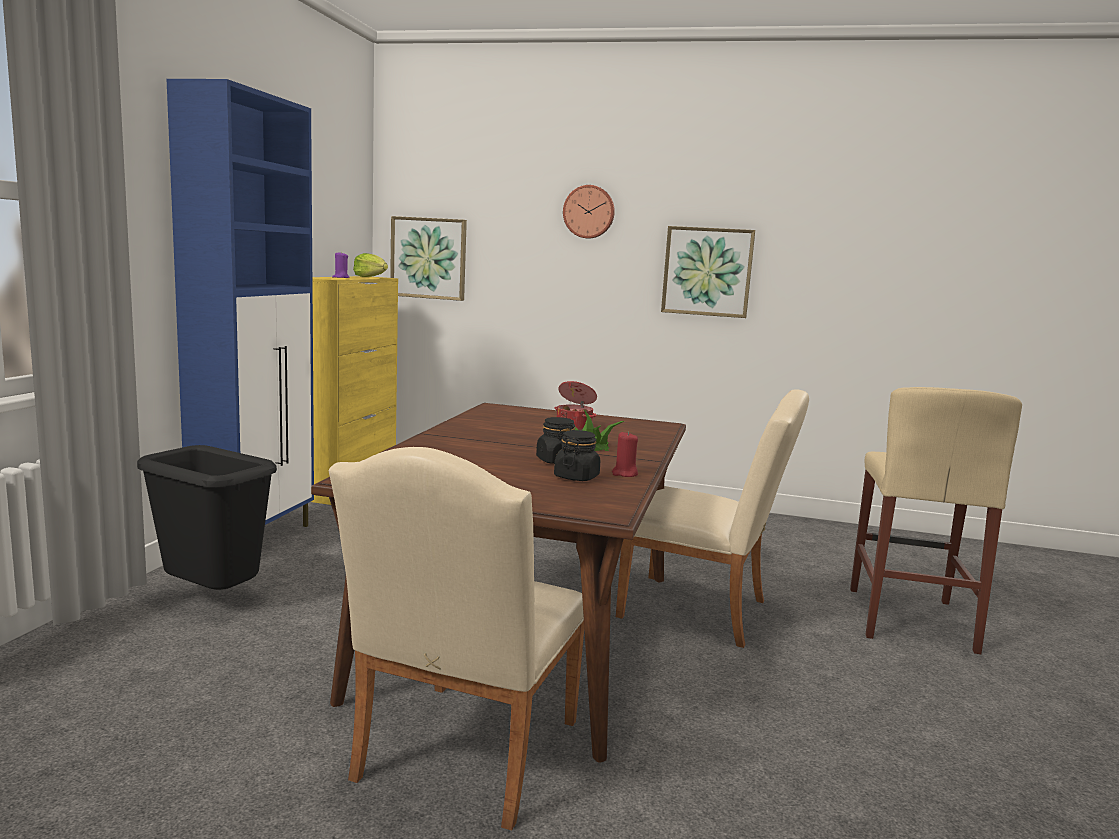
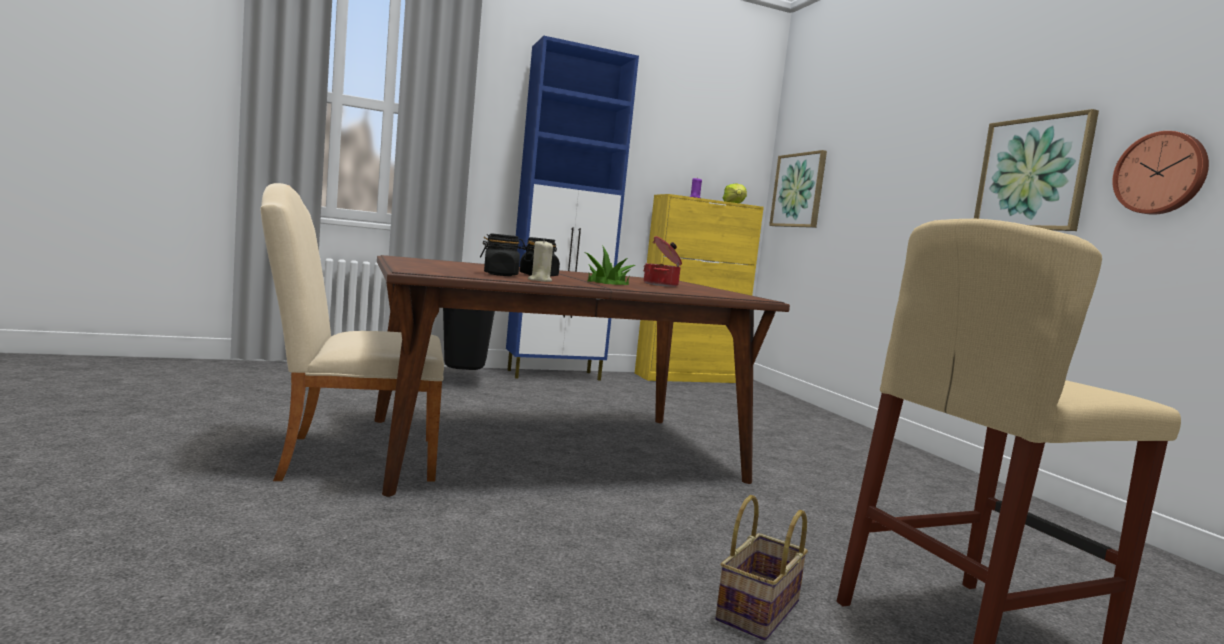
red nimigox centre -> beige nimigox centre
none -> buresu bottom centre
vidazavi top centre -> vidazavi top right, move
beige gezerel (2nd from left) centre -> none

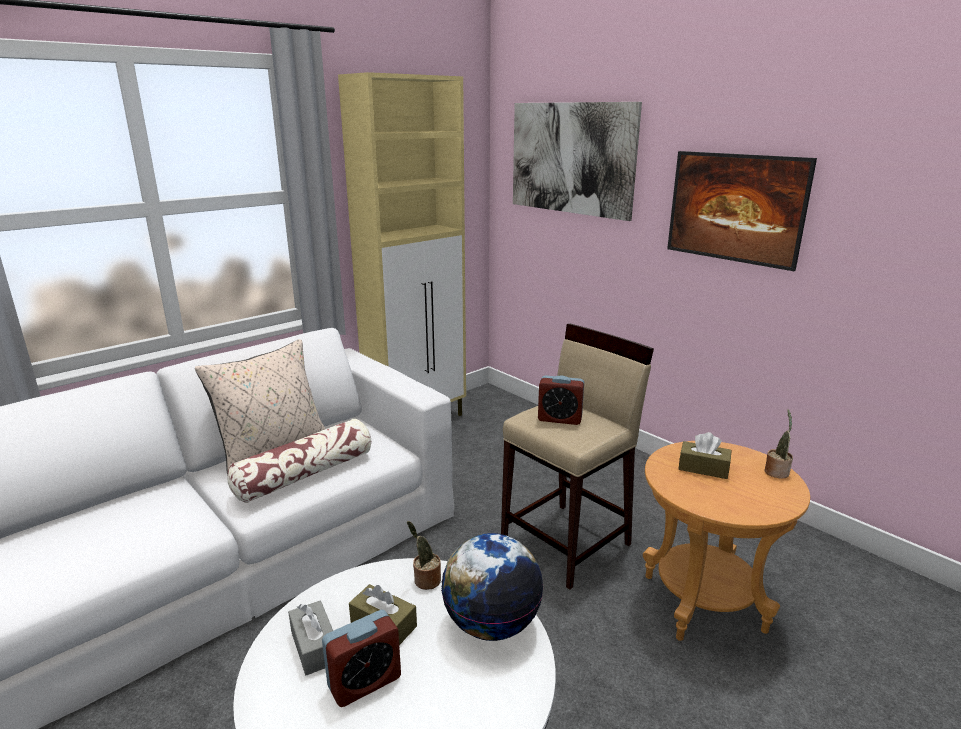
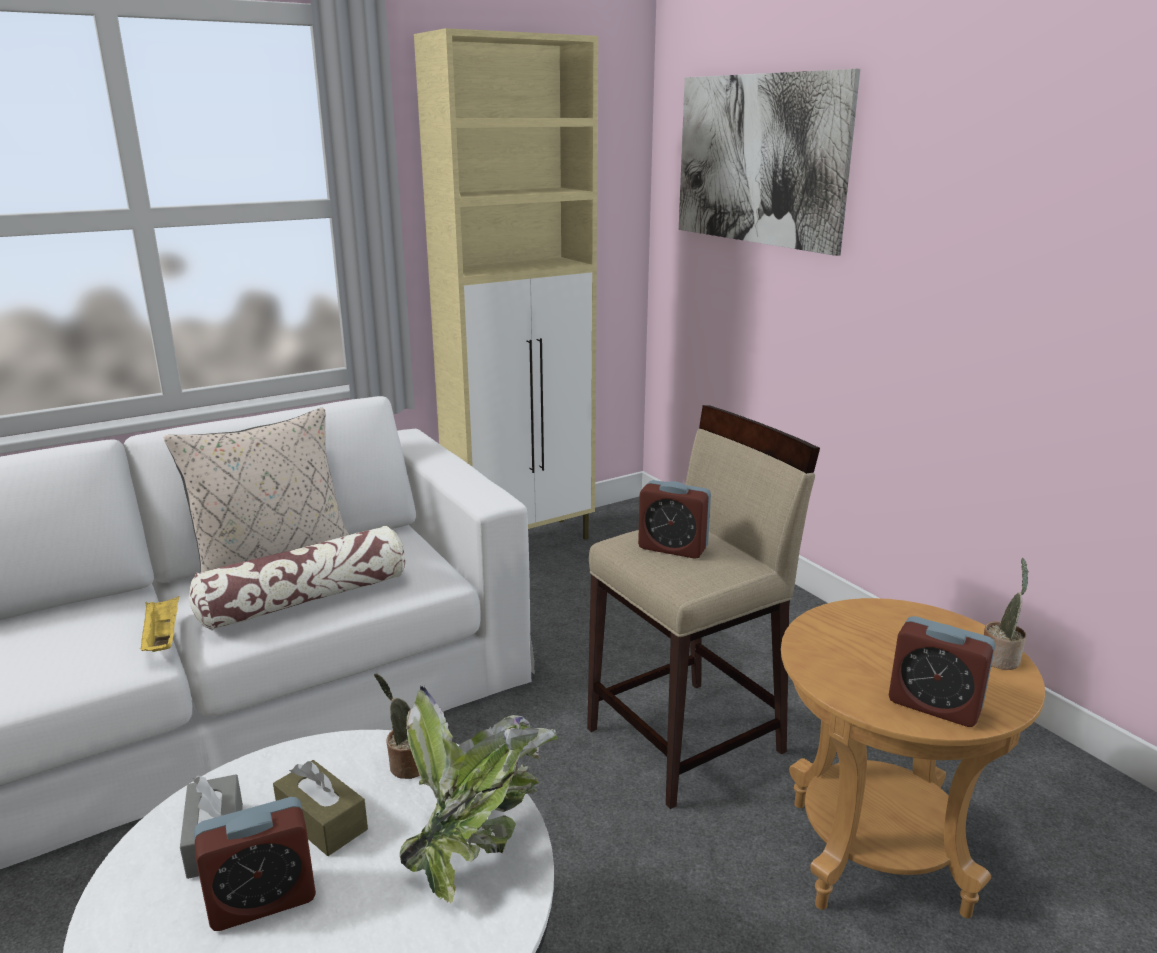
none -> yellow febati middle left
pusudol bottom centre -> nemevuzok (2nd from left) bottom centre
none -> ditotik (3rd from left) bottom right
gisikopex (2nd from left) top right -> none
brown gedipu (2nd from left) middle right -> none

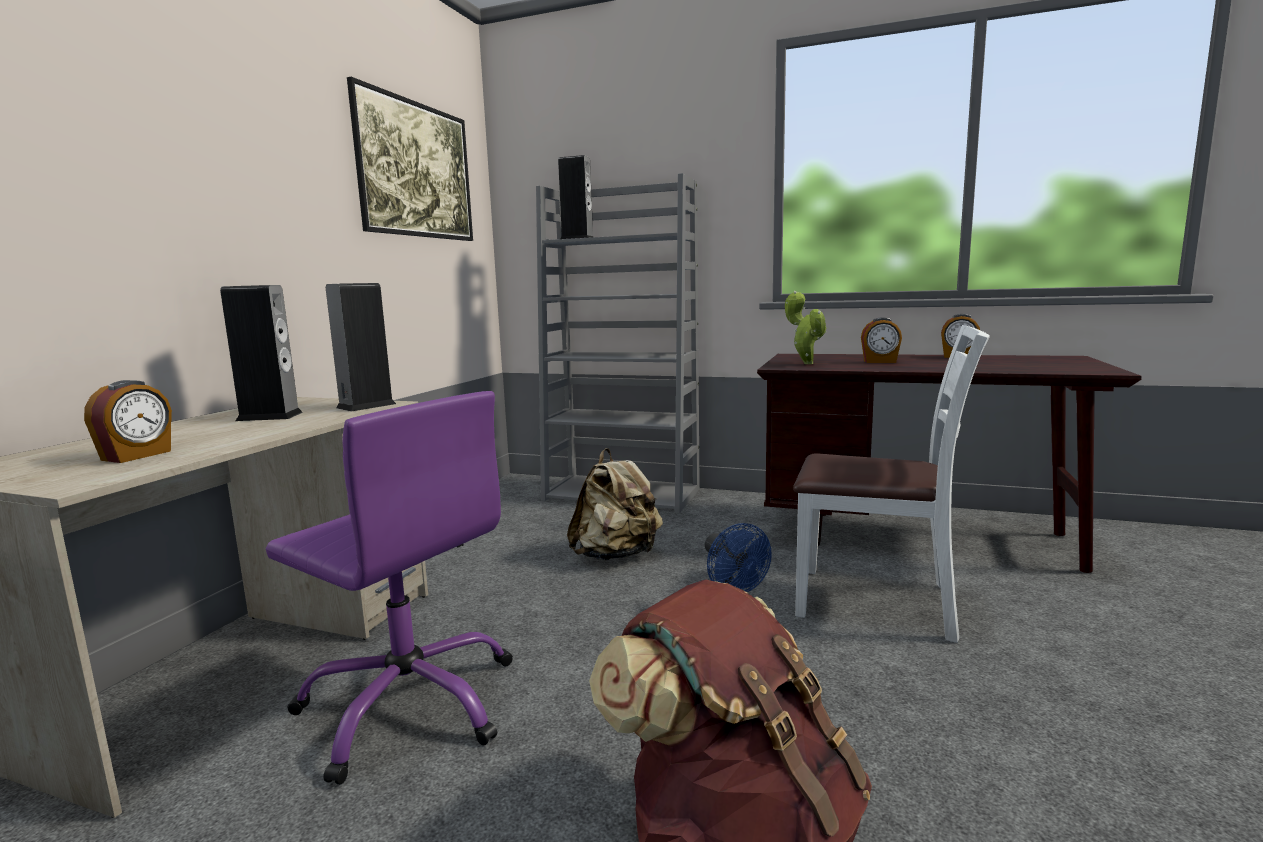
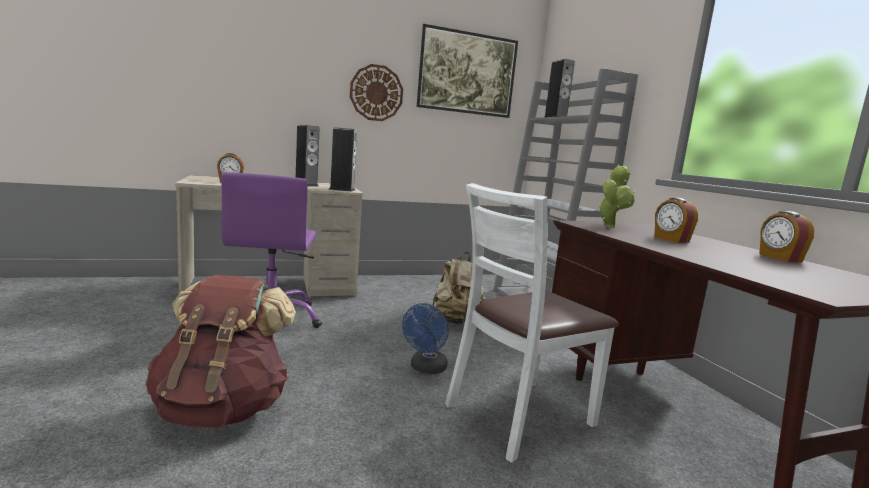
none -> vidazavi top centre
white gezerel middle right -> white gezerel centre, 75 degrees clockwise

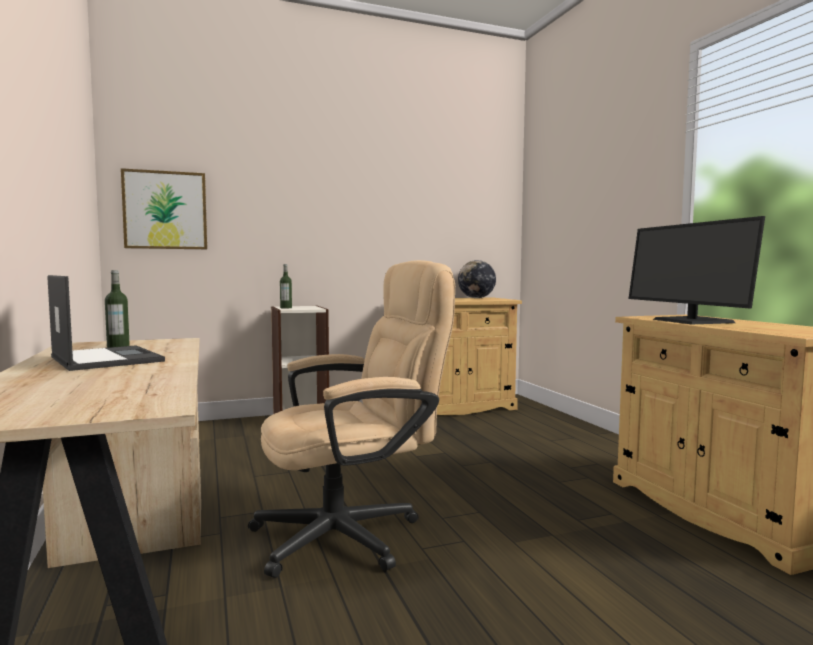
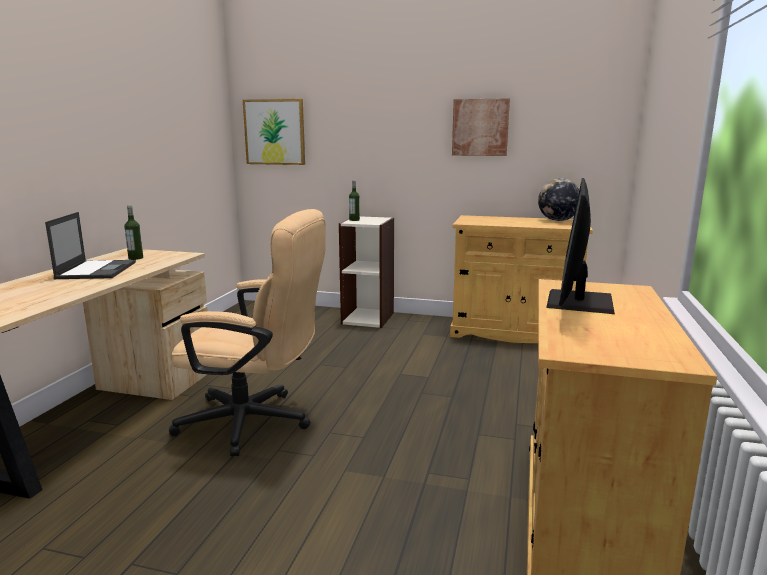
none -> gisikopex (2nd from left) top centre

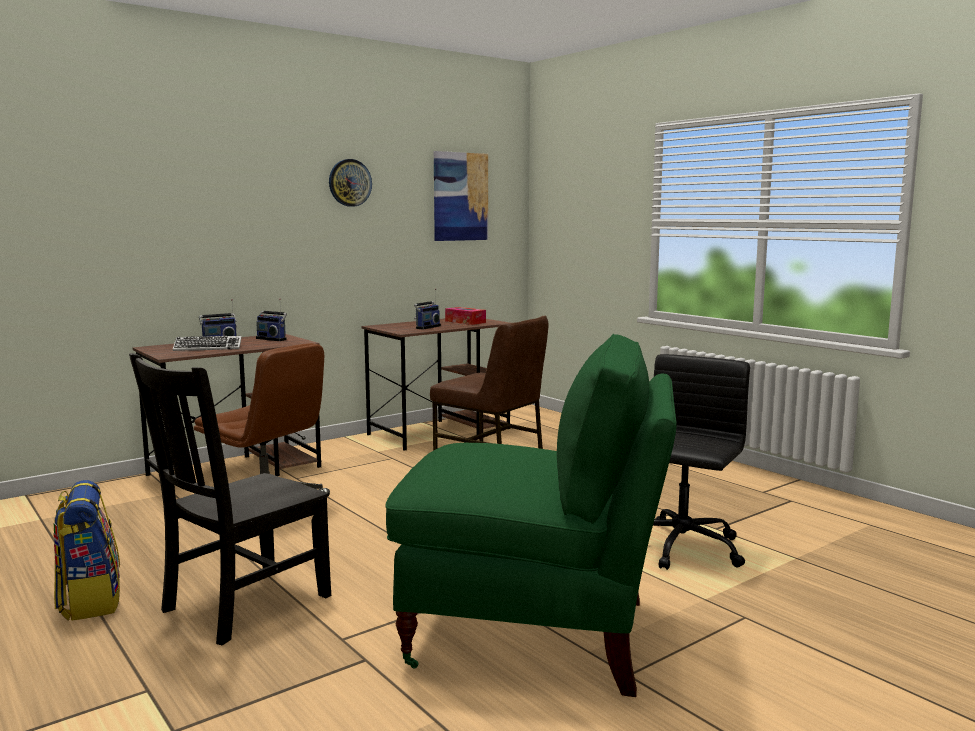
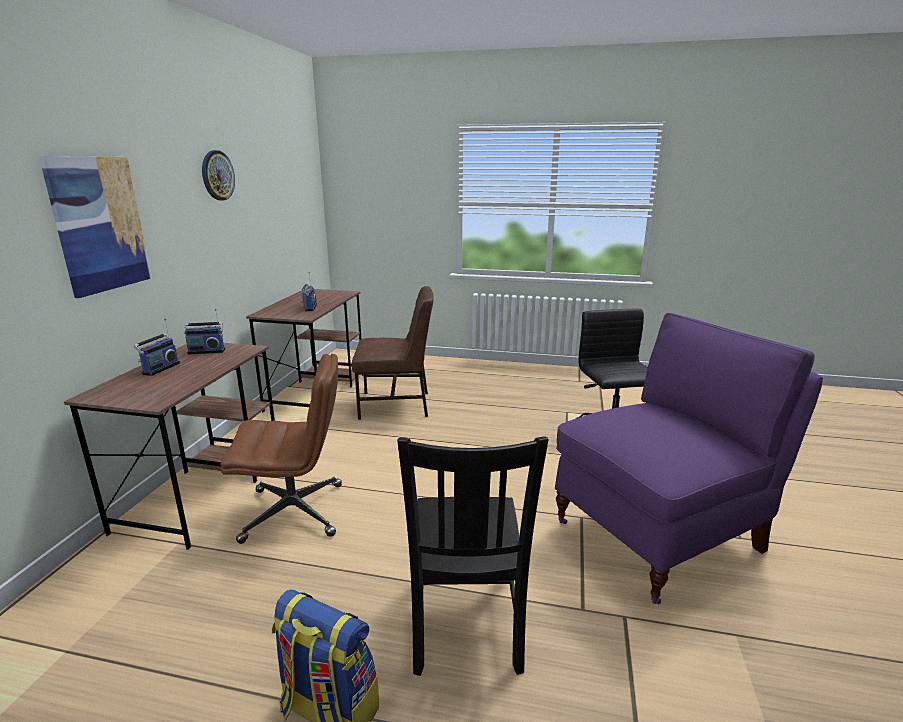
gisikopex top centre -> gisikopex top left, move
green gezerel bottom centre -> purple gezerel middle right
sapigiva middle left -> none
gedipu centre -> none

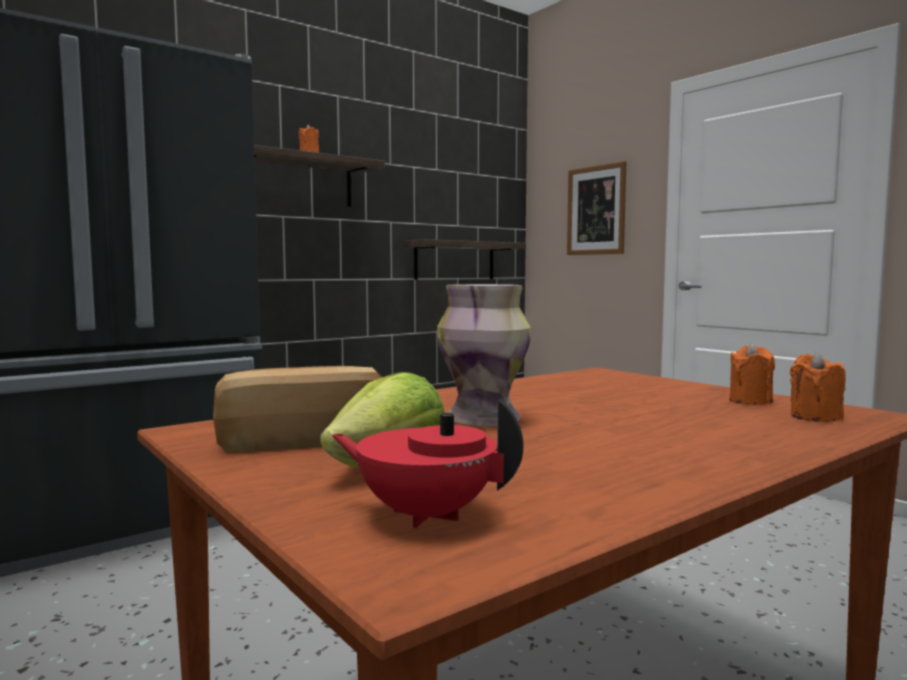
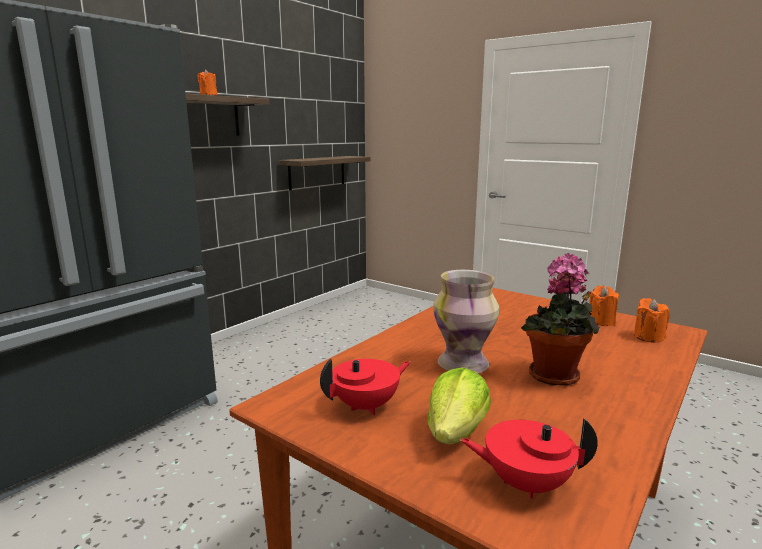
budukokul middle left -> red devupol (1st from left) bottom centre
none -> nemevuzok middle right
gisikopex top centre -> none

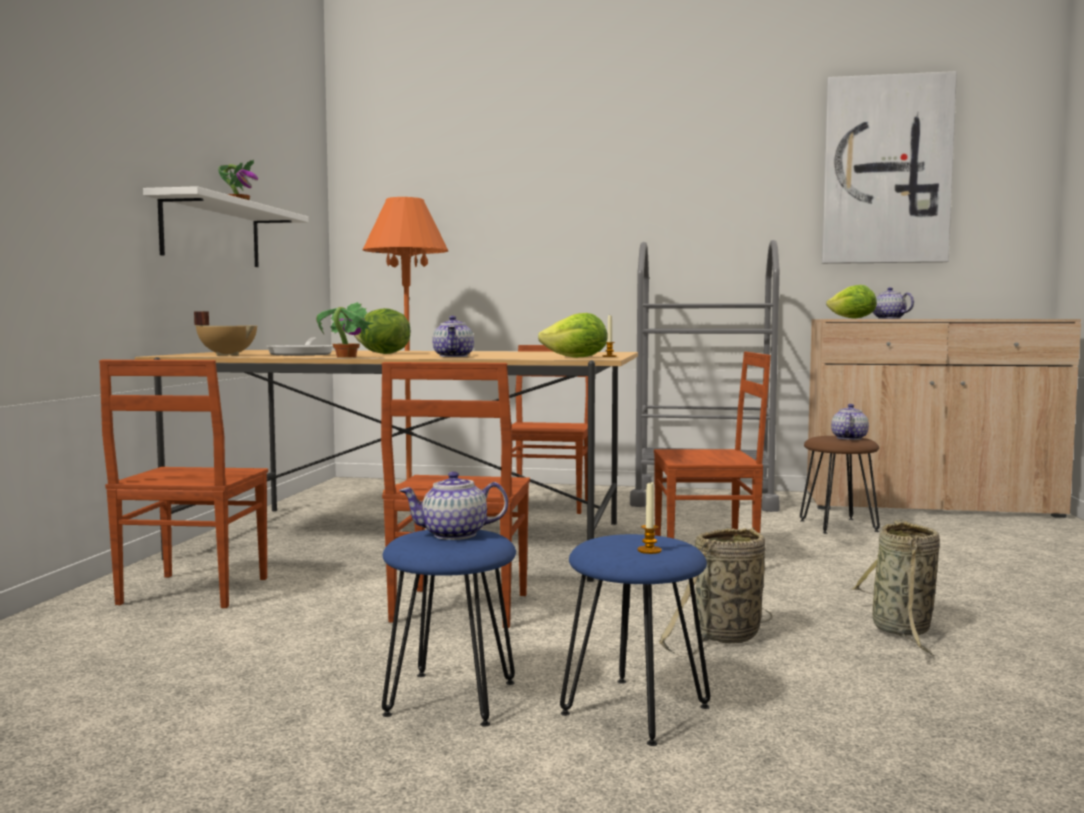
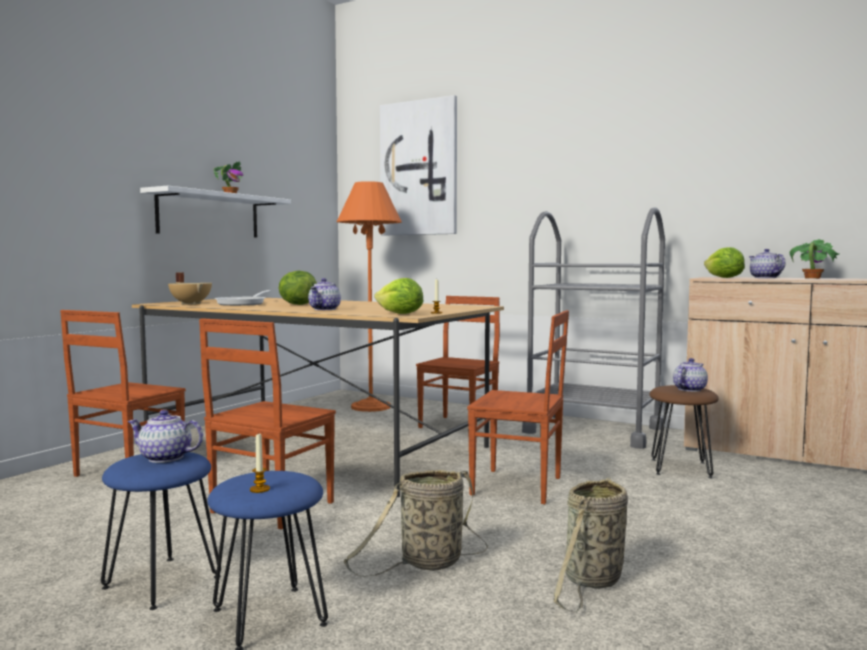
gisikopex top right -> gisikopex top centre, move
nemevuzok (2nd from left) middle left -> nemevuzok (2nd from left) middle right, move

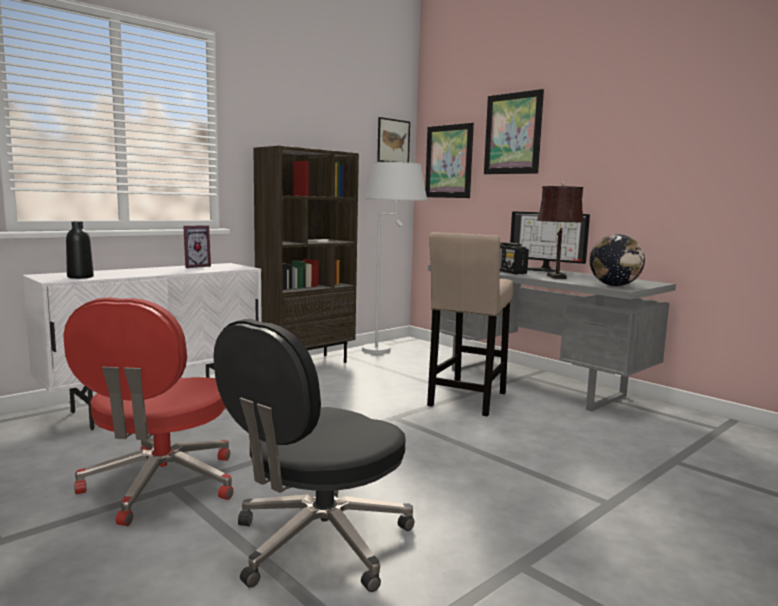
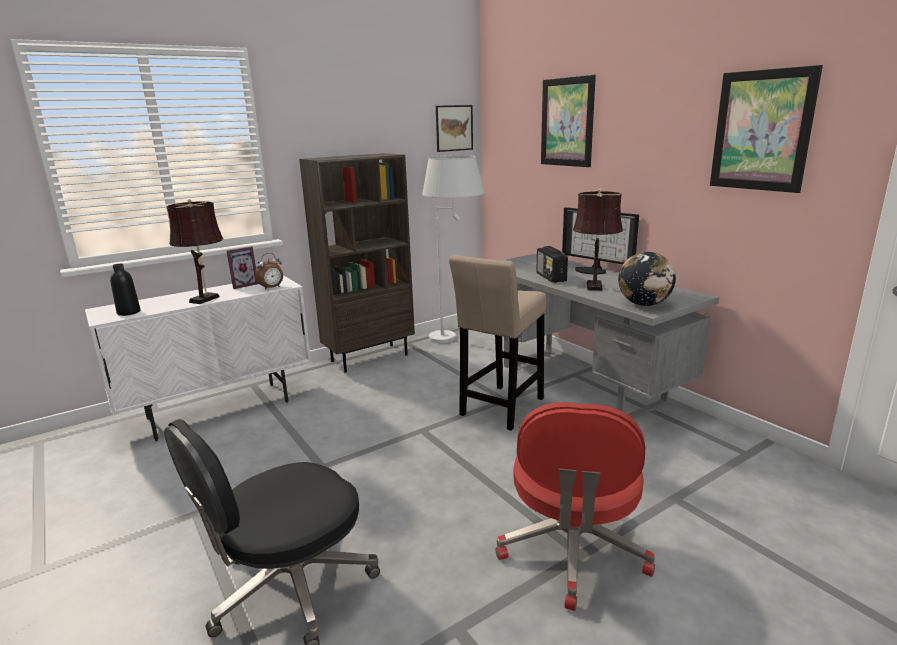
none -> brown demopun (1st from left) middle left
none -> ditotik middle left
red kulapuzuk bottom left -> red kulapuzuk bottom centre, move
gisikopex (2nd from left in the first image) top centre -> gisikopex (3rd from left) top right, move

